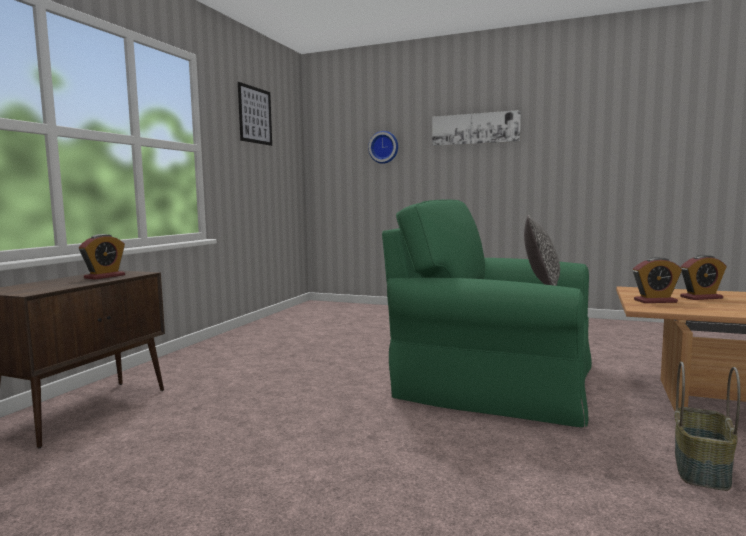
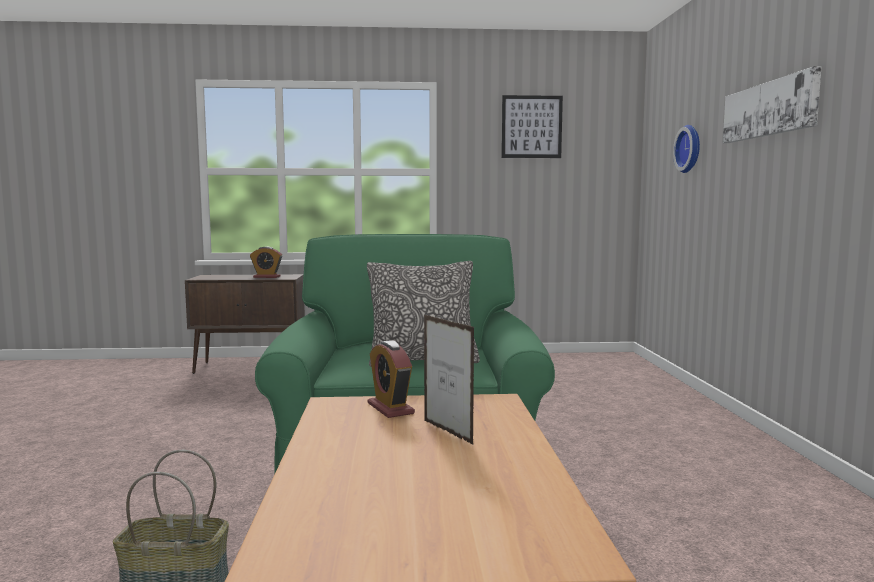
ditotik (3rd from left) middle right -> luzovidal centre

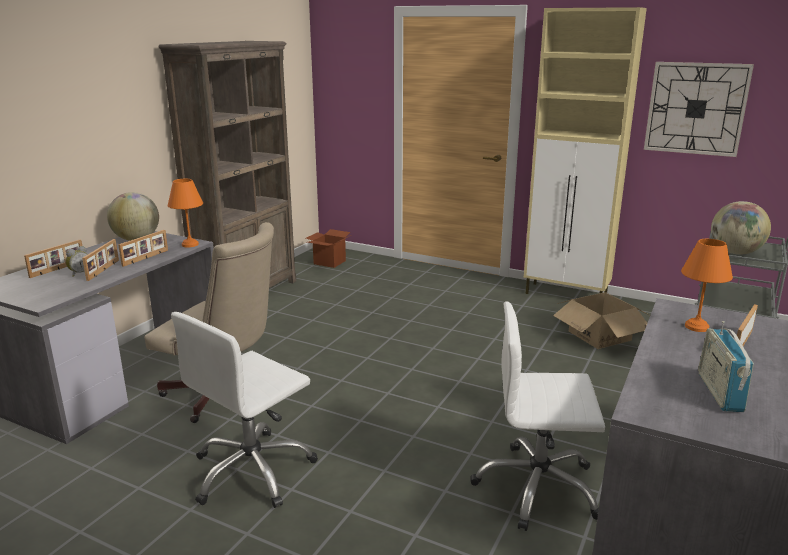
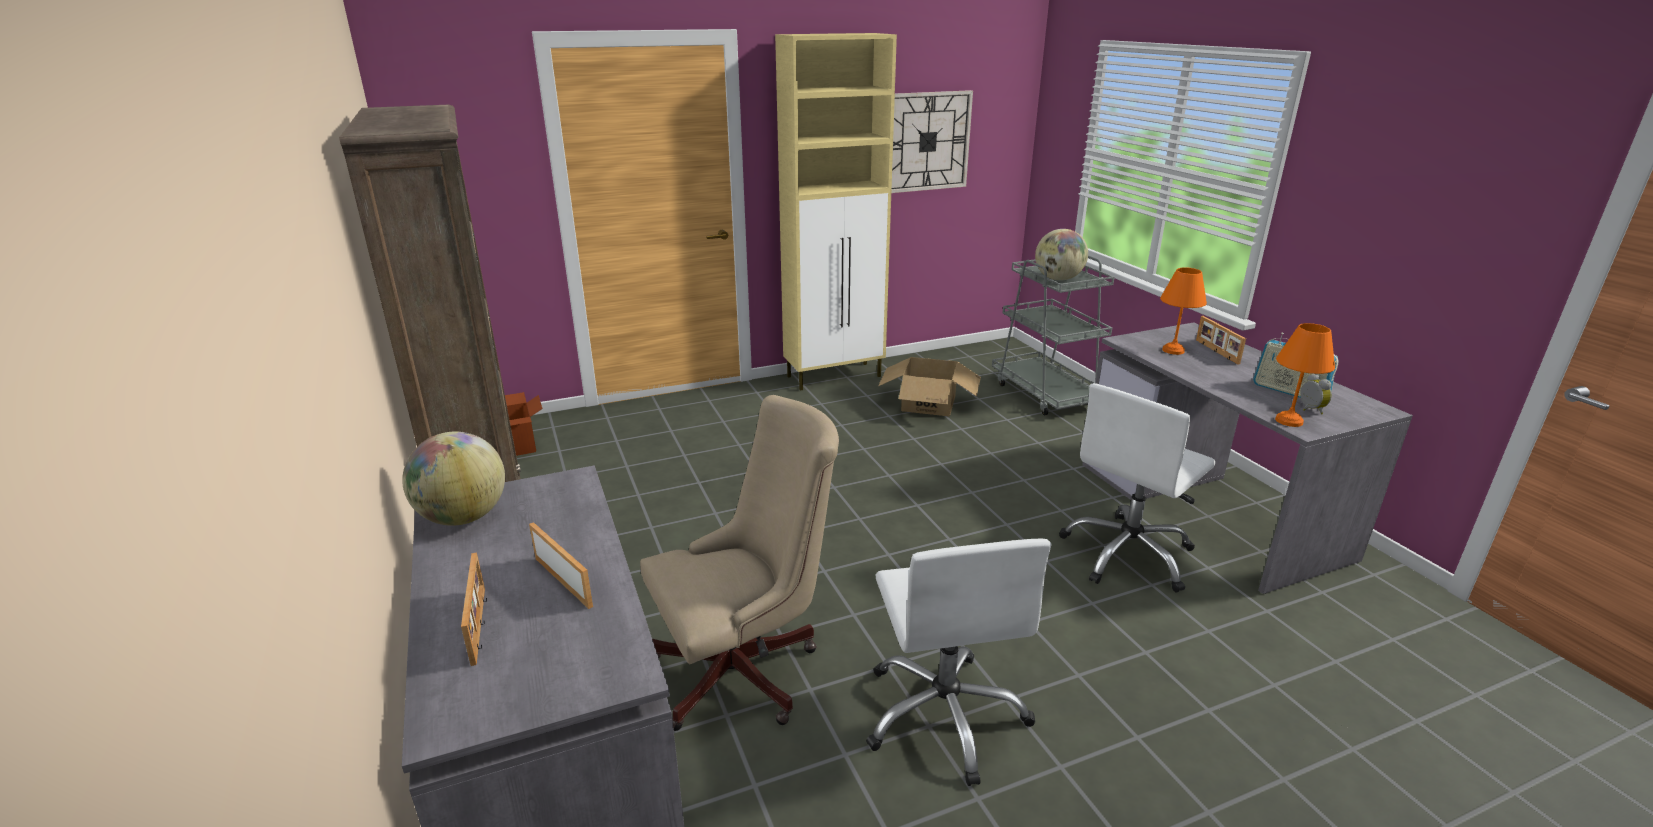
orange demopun (1st from left in the first image) middle left -> orange demopun (2nd from left) middle right, move
ditotik middle left -> ditotik middle right, move
luzovidal (3rd from left) middle left -> none

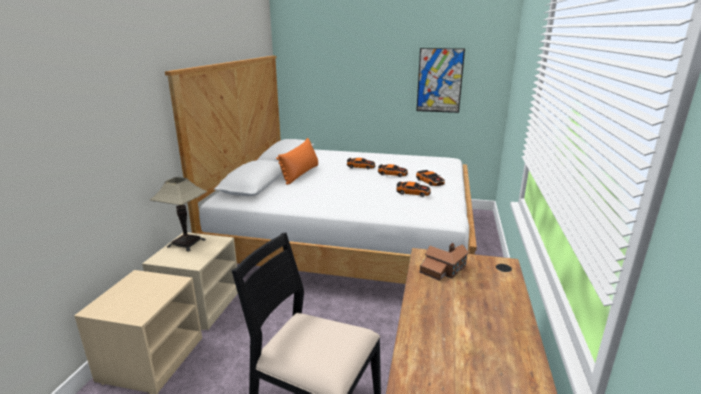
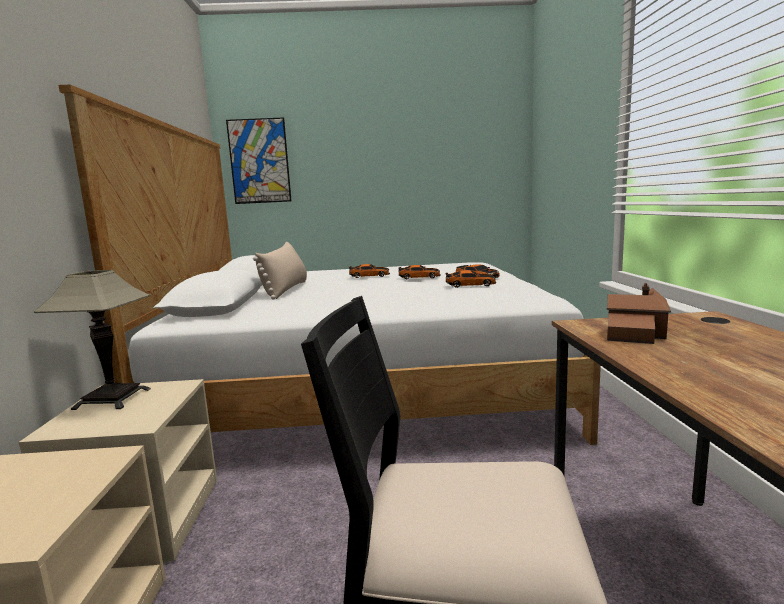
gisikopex top centre -> gisikopex top left, move
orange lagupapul centre -> beige lagupapul centre

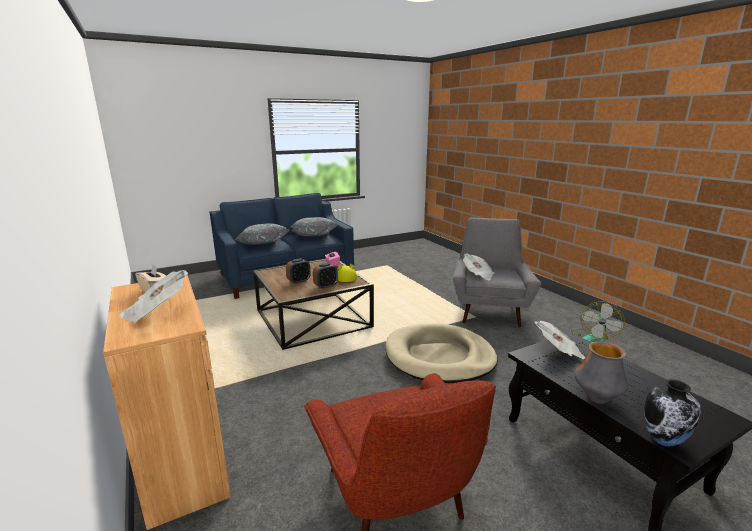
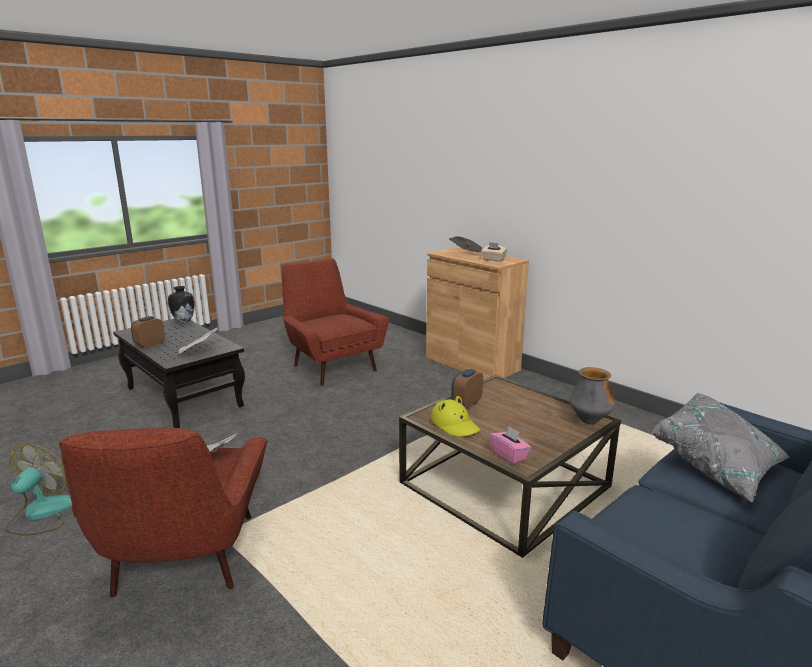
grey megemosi centre -> red megemosi (1st from left) bottom left
ditotik (1st from left) centre -> ditotik (1st from left) middle left, move
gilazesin (1st from left in the first image) bottom right -> gilazesin (2nd from left) middle right, move
grey lagupapul (2nd from left) centre -> none
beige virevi centre -> none

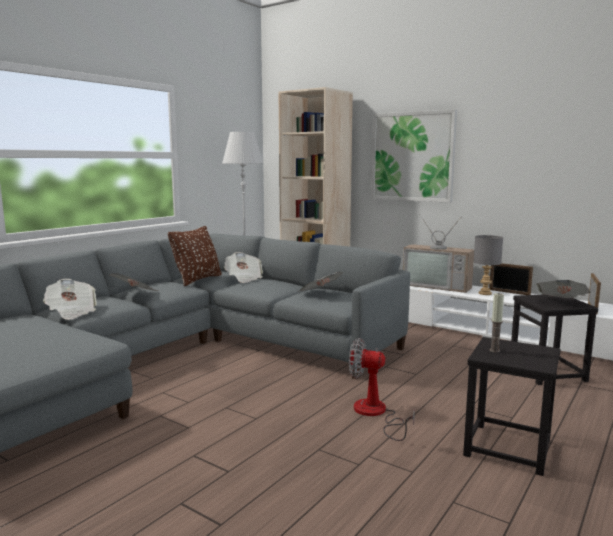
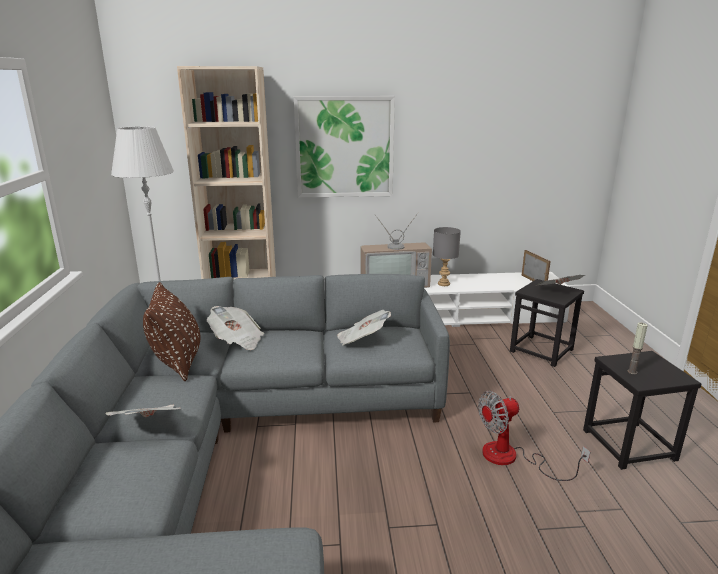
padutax (1st from left) middle left -> none
luzovidal (1st from left) middle right -> none

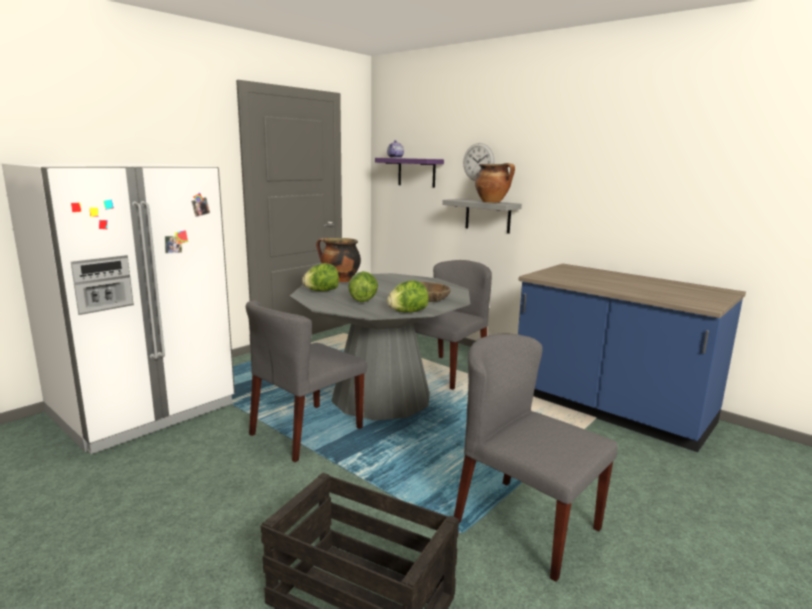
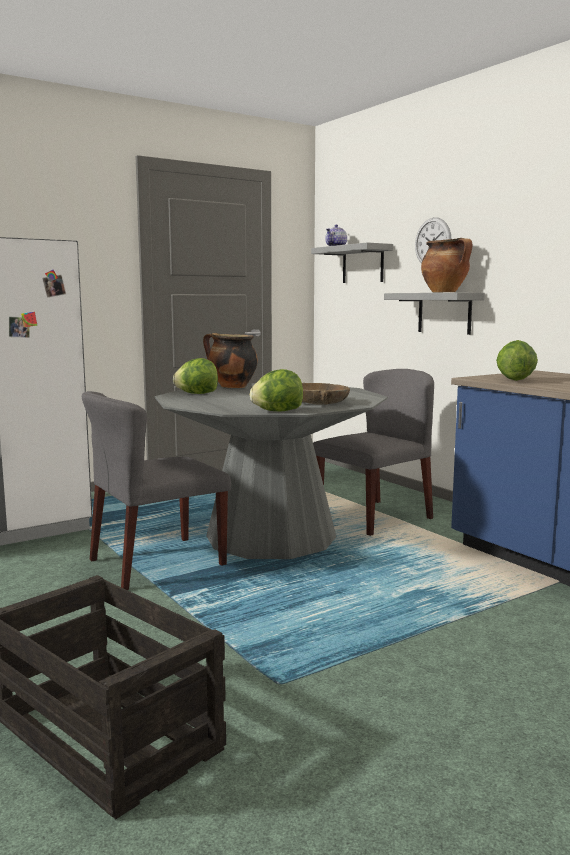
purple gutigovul top centre -> grey gutigovul (1st from left) top centre
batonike (2nd from left in the first image) centre -> batonike (3rd from left) middle right, move
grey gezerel (3rd from left) bottom centre -> none

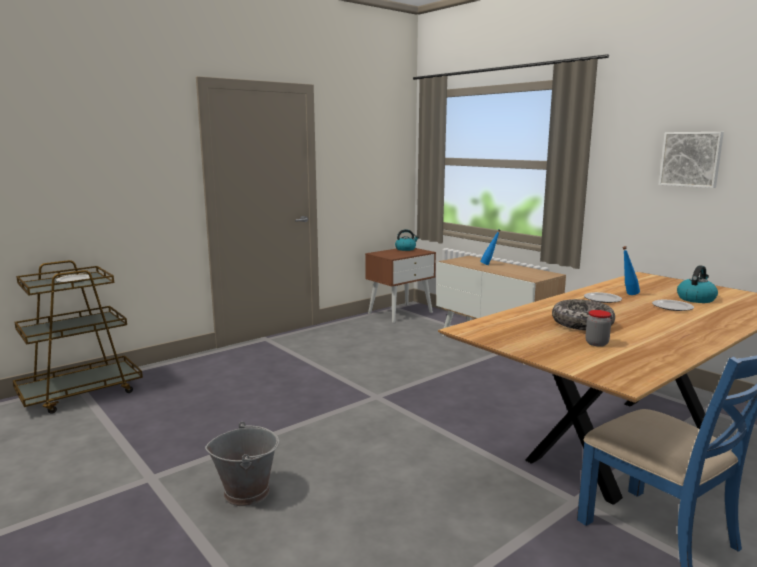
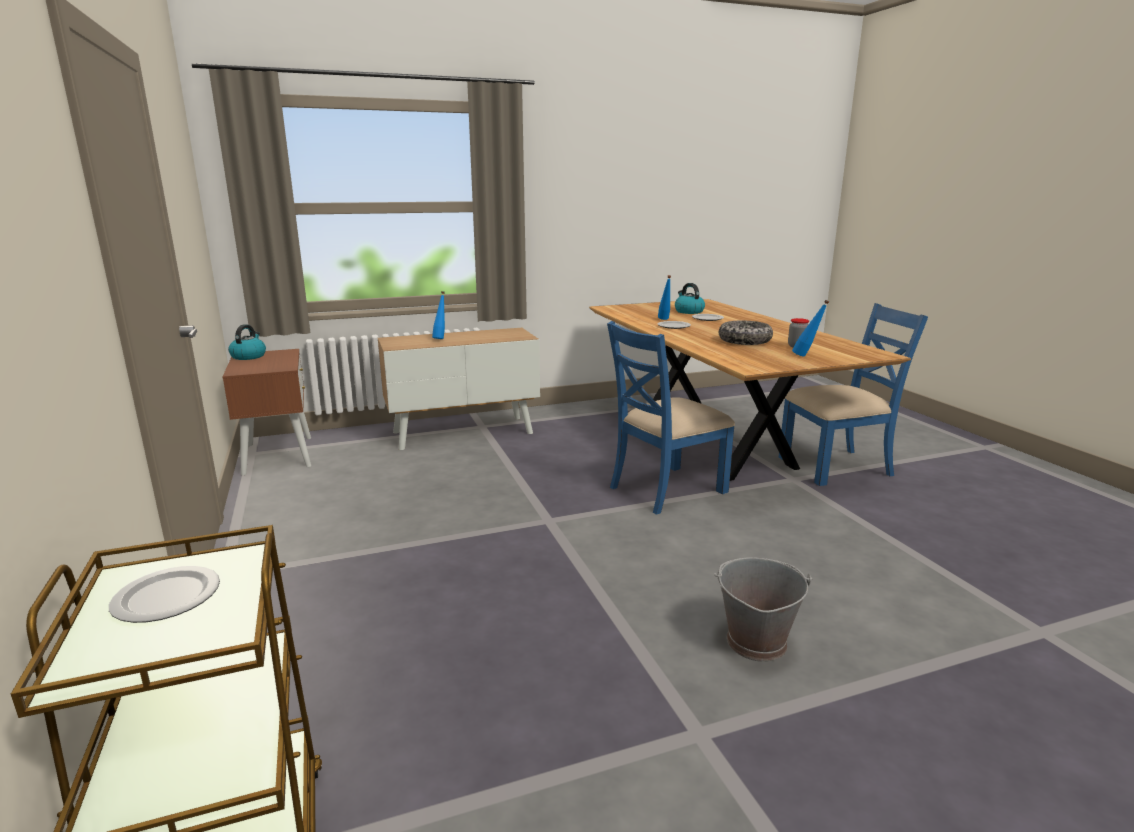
none -> blue gezerel (1st from left) centre
none -> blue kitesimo (3rd from left) middle right
gisikopex top right -> none

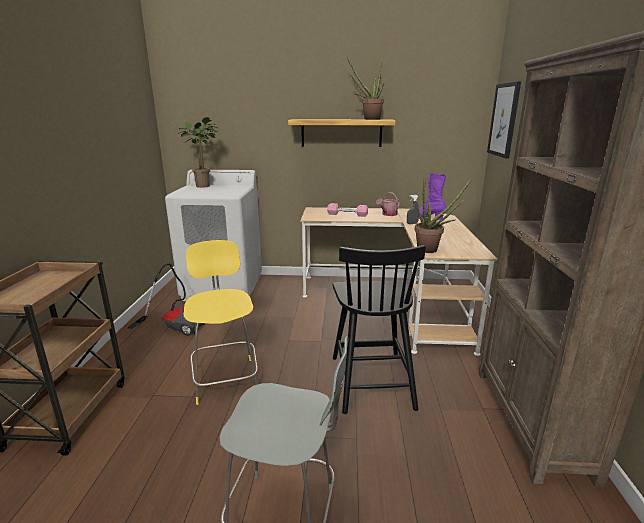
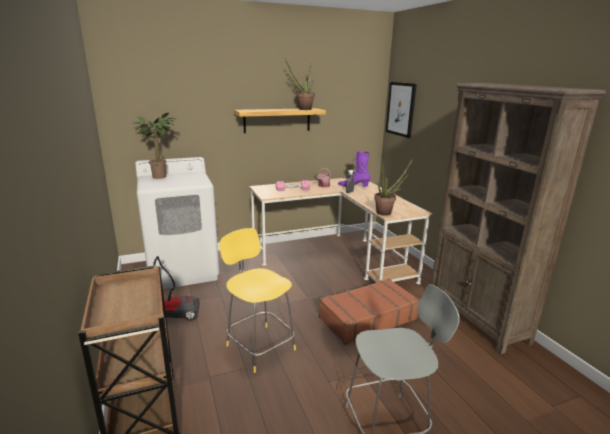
black gezerel centre -> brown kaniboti bottom centre

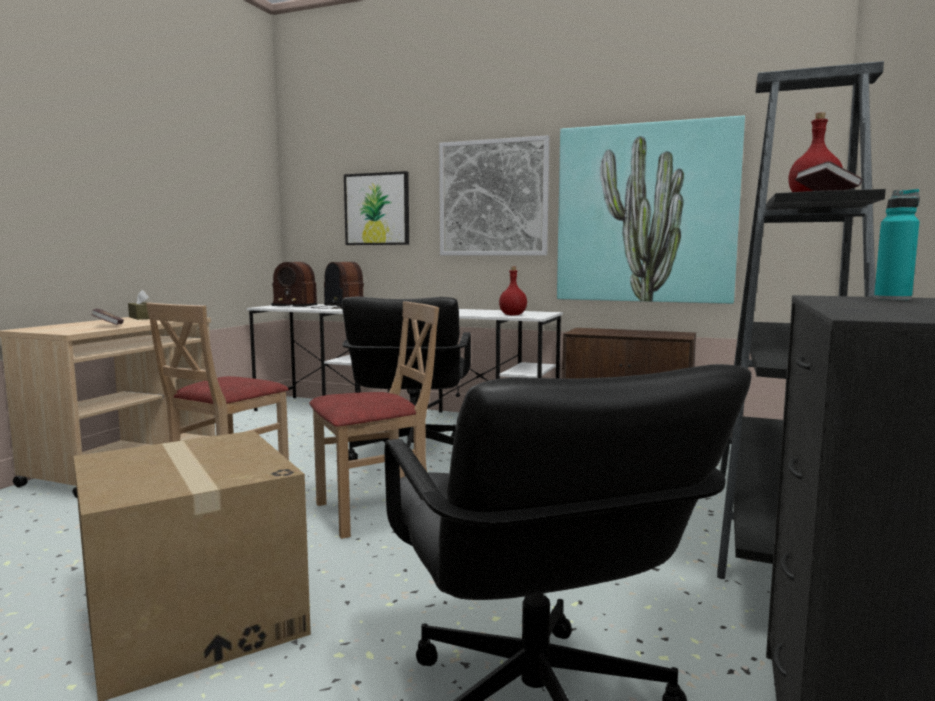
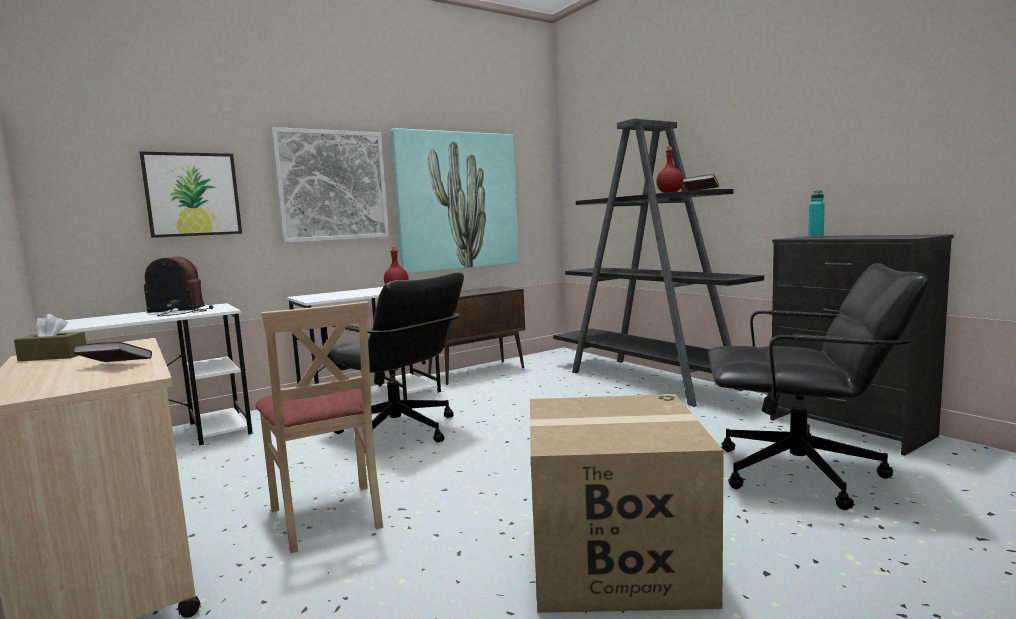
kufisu (1st from left) middle left -> none
beige gezerel (2nd from left) centre -> none

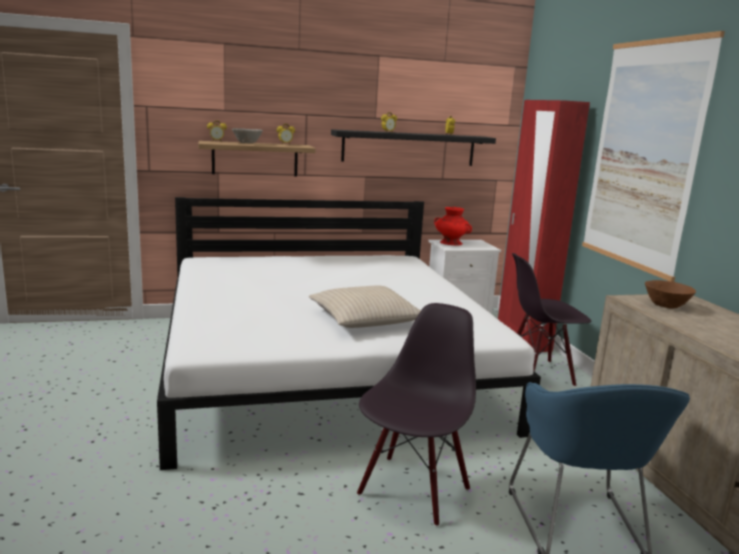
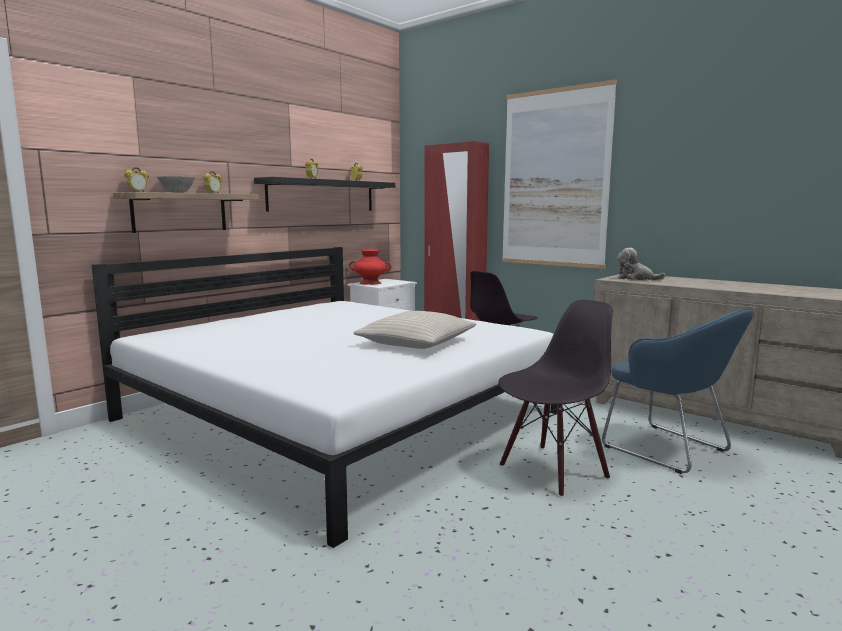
black gezerel (1st from left in the first image) bottom centre -> black gezerel (2nd from left) centre, 60 degrees clockwise
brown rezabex middle right -> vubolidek middle right

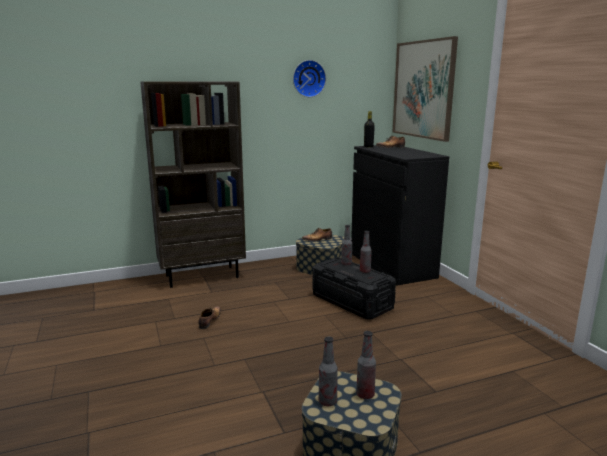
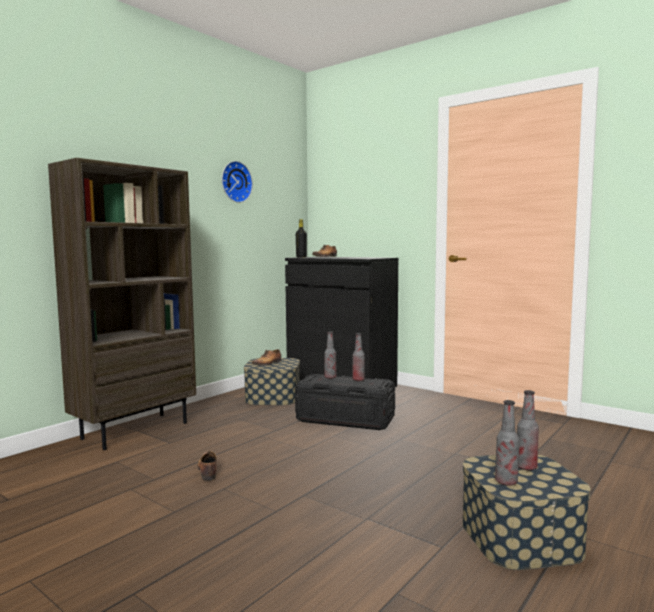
gisikopex top right -> none

